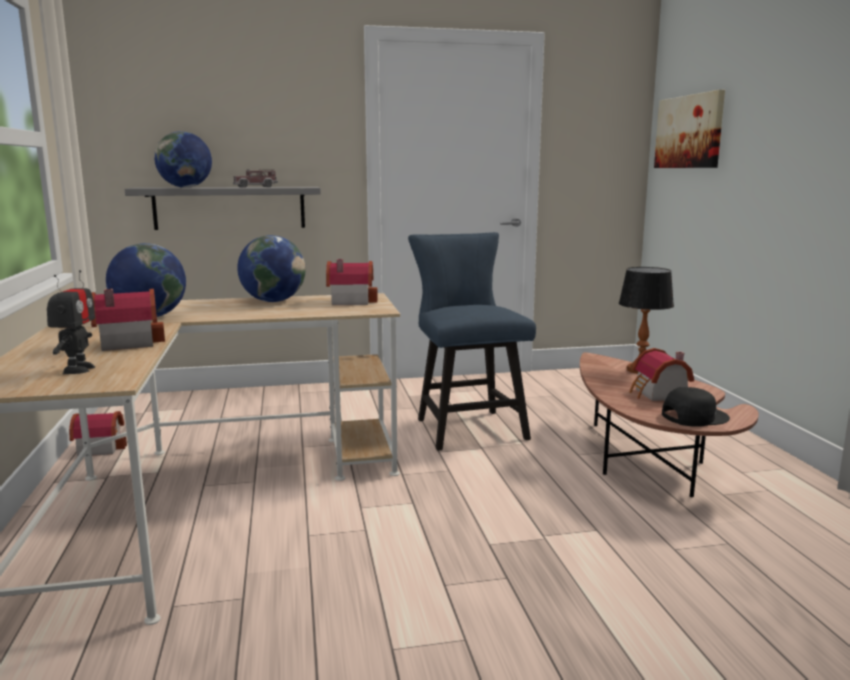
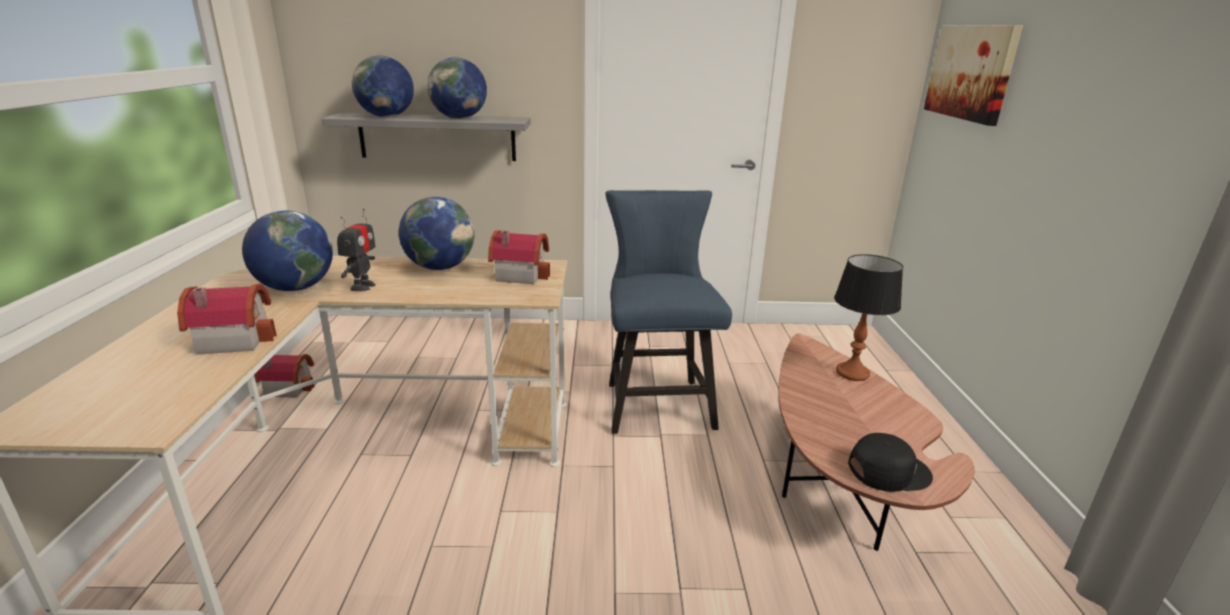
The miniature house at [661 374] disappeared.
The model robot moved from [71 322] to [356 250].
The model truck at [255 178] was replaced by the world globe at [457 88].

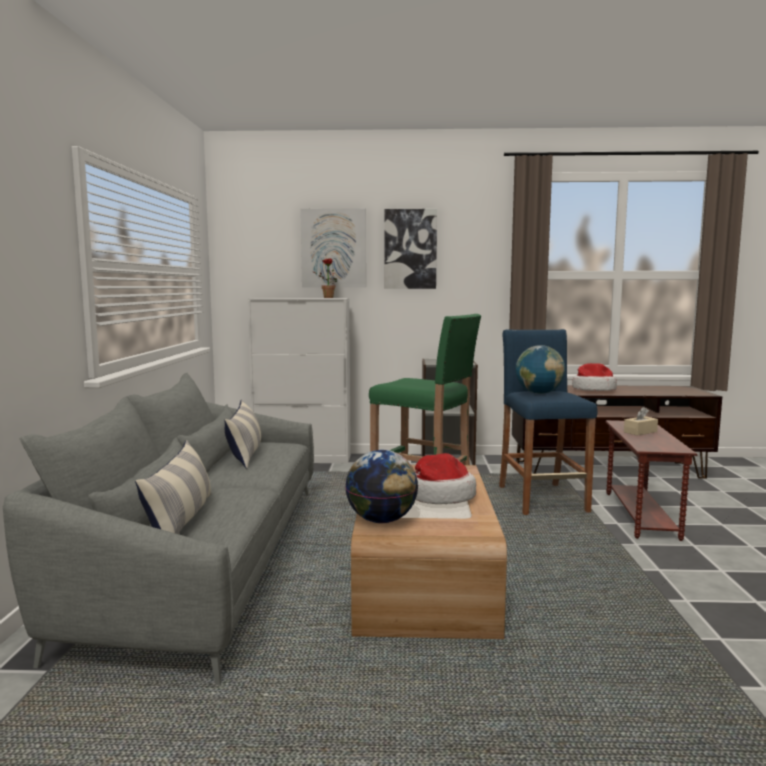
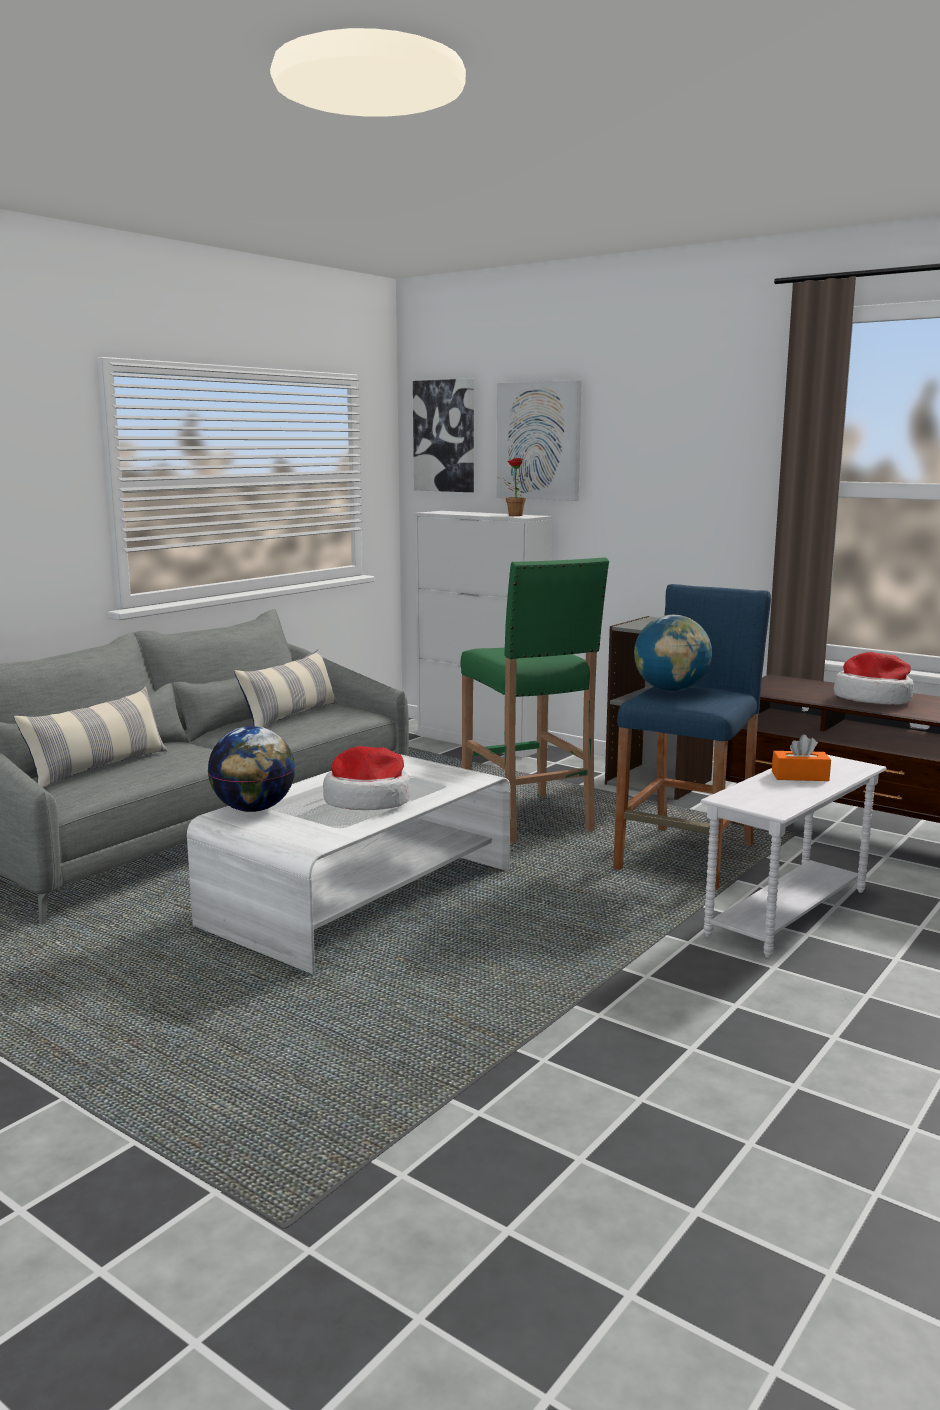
The wall picture moved from [410 249] to [443 435].
The lounge table in brownish at [429 552] became the lounge table in white-coloured at [348 864].
The accent table in brownish at [651 480] became the accent table in white-coloured at [793 856].
The box of tissues in beige-coloured at [641 421] became the box of tissues in orange-coloured at [801 758].

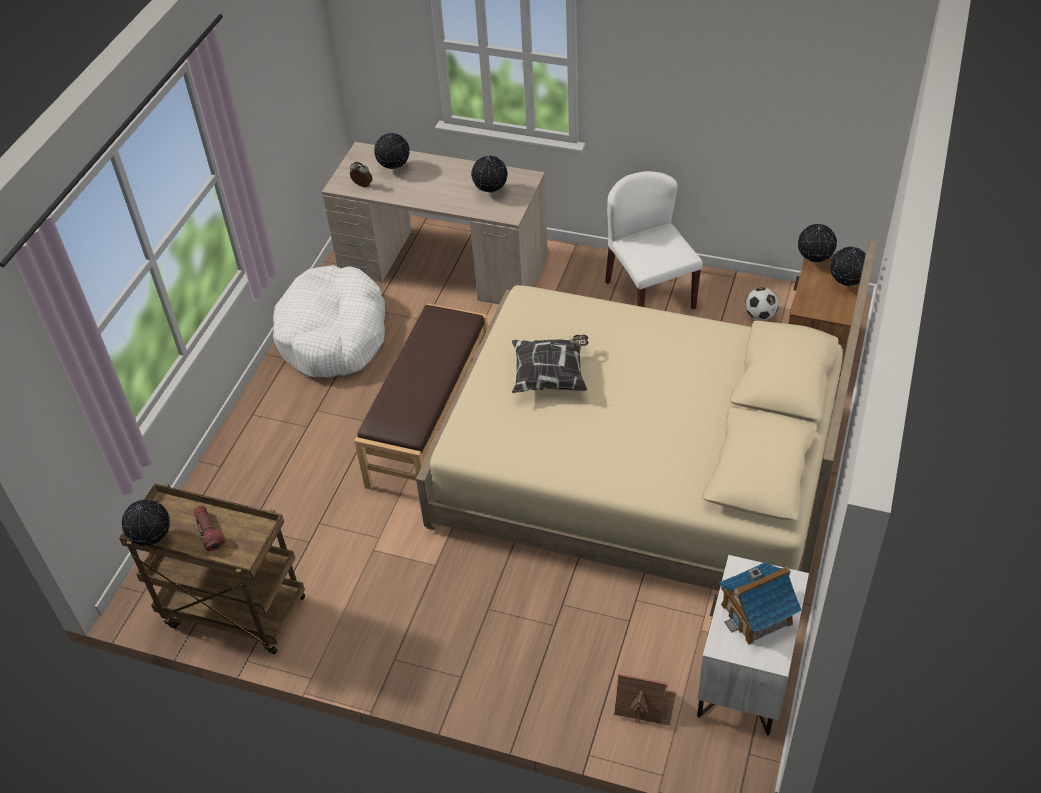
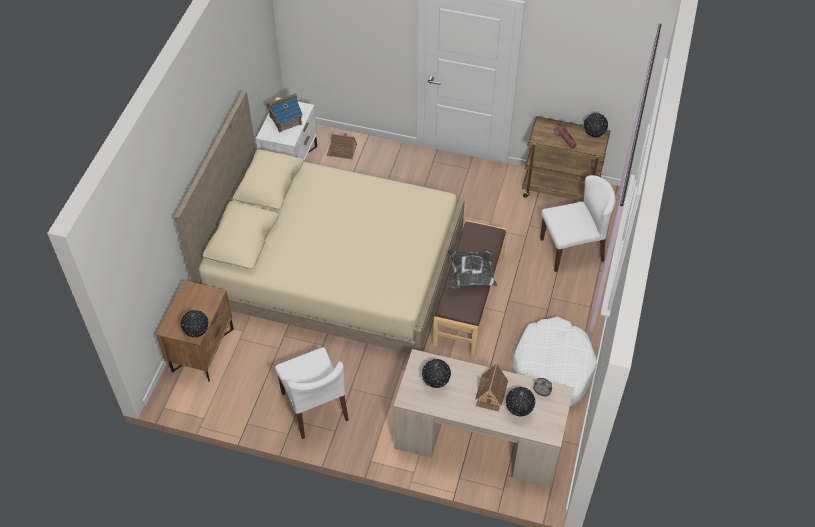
The ball for football at [762 303] disappeared.
The world globe at [848 266] disappeared.
The miniature house at [491 387] appeared.
The upright chair in white-coloured at [578 223] appeared.
The throw pillow moved from [550 364] to [473 269].

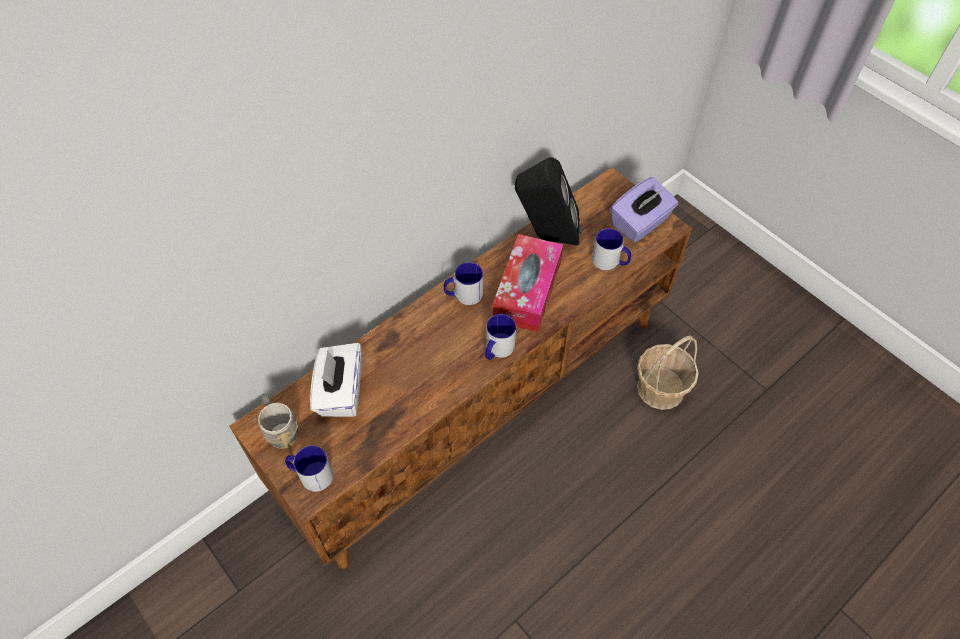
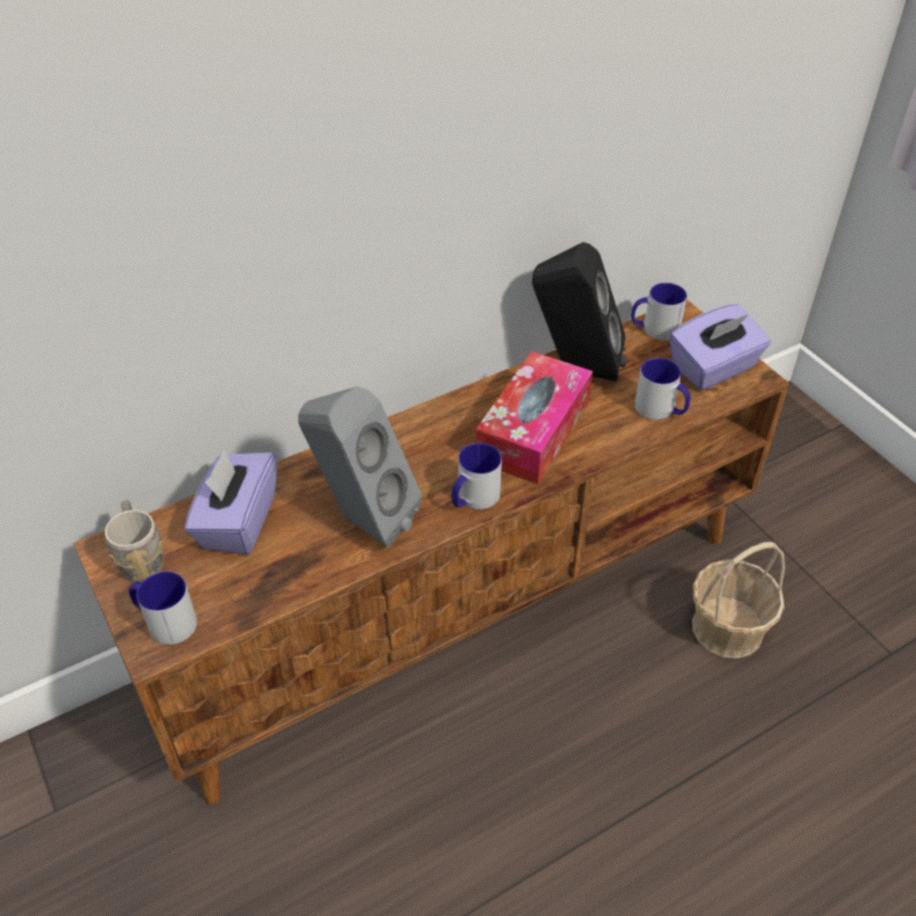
The loudspeaker in grey at [360 466] appeared.
The mug moved from [463 283] to [659 312].
The box of tissues in white-coloured at [336 380] became the box of tissues in purple at [230 502].

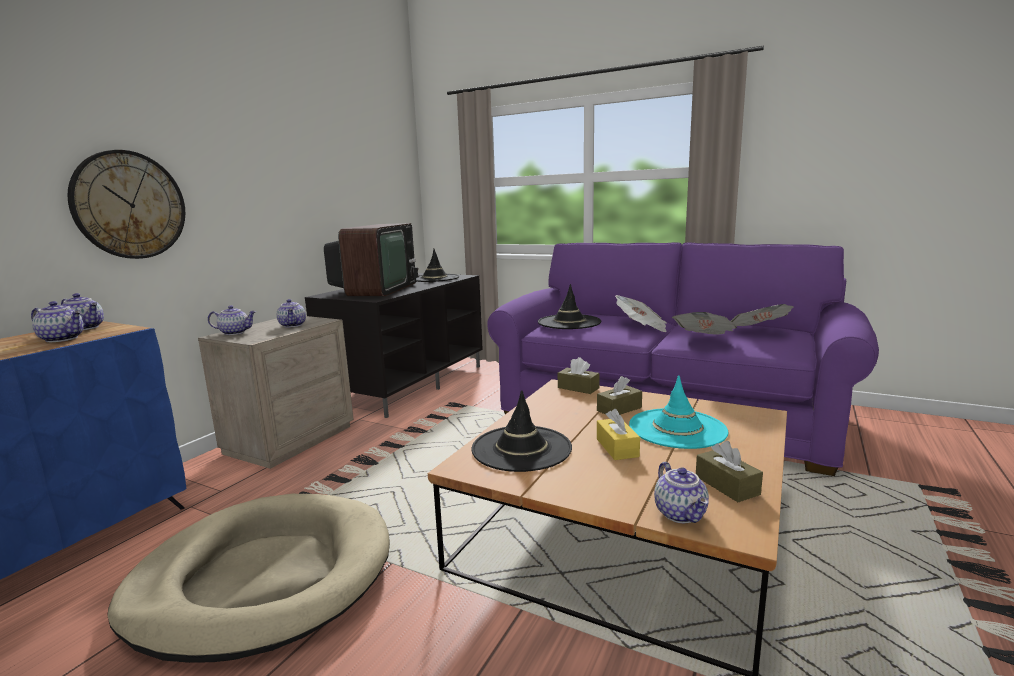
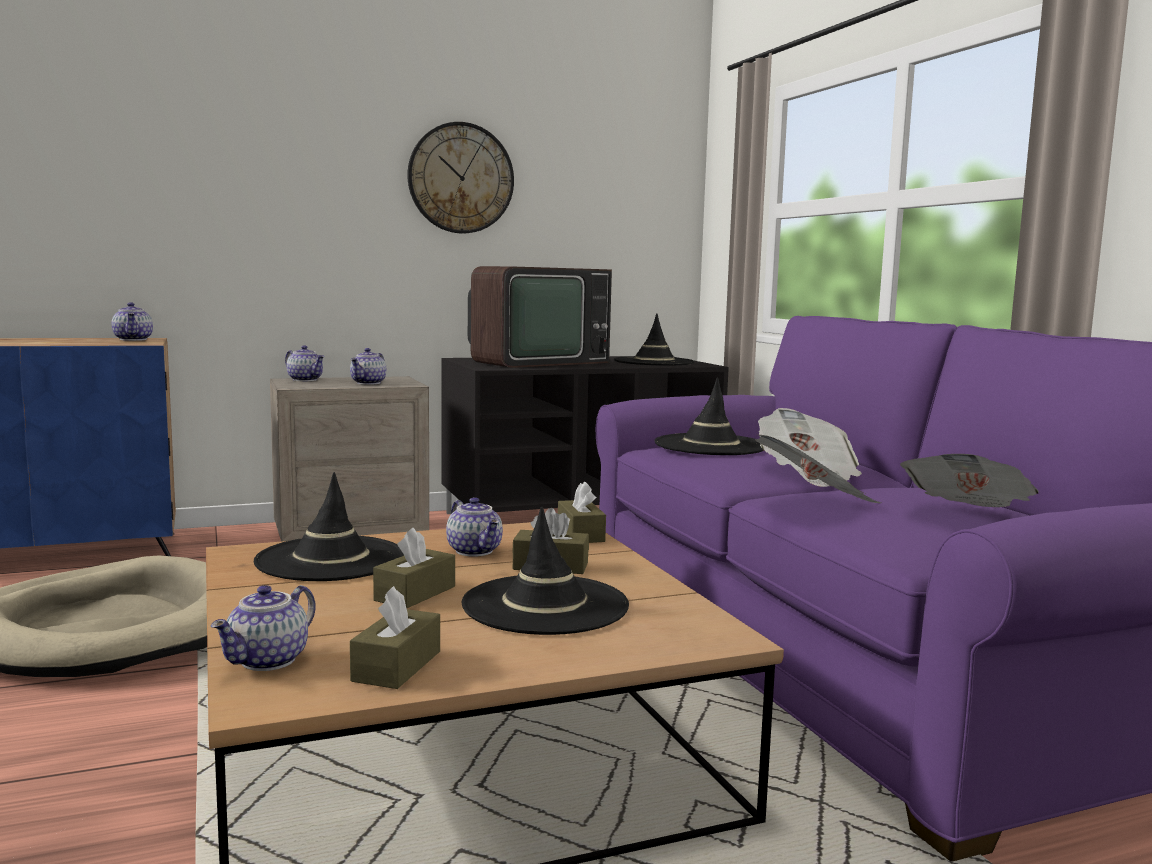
The tea pot moved from [57 321] to [474 527].
The hanging clock moved from [126 204] to [461 177].
The box of tissues in yellowish at [618 434] became the box of tissues in brownish at [414 568].
The hat in turquoise at [678 412] became the hat in black-coloured at [545 571].

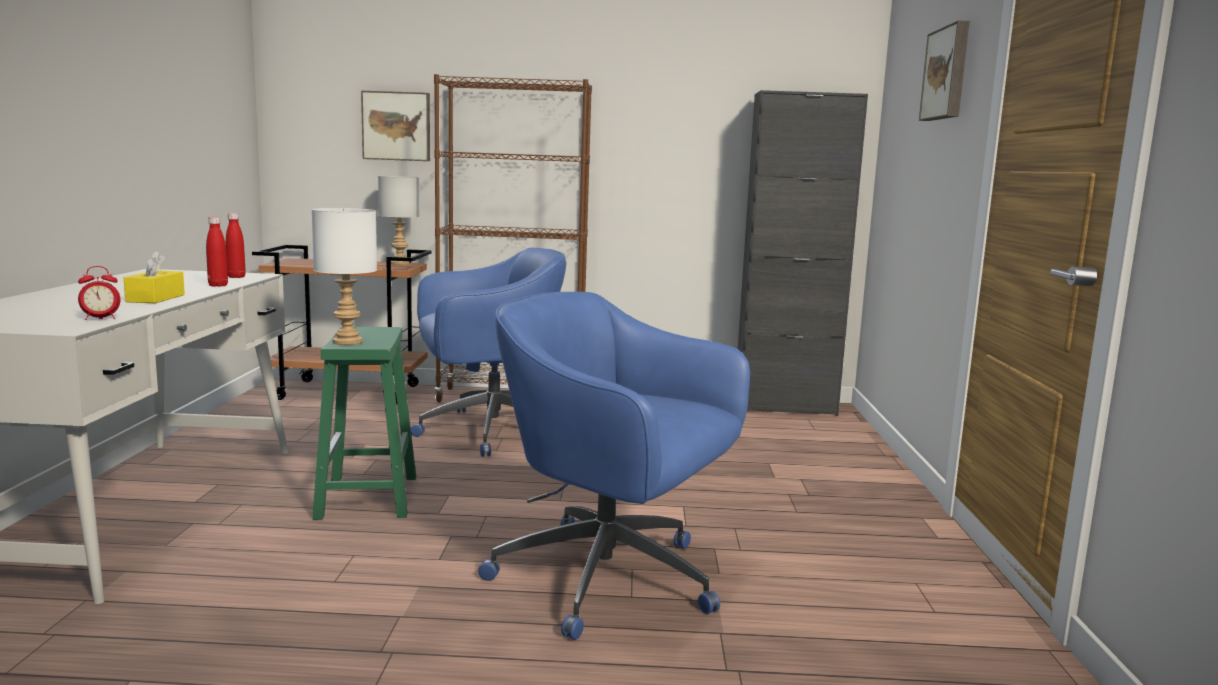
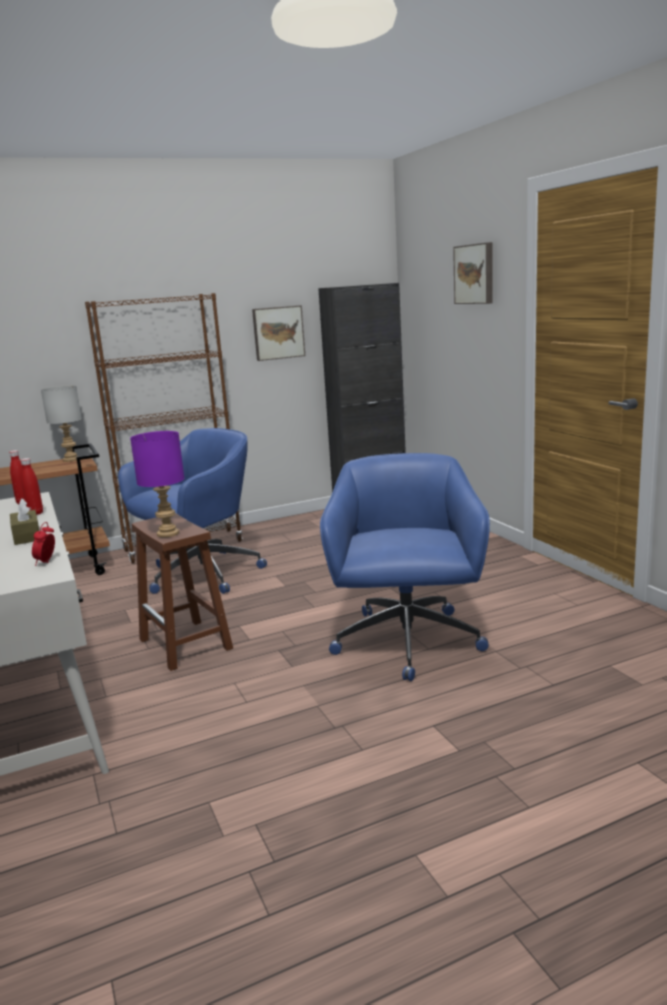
The wall picture moved from [395 126] to [278 333].
The box of tissues in yellowish at [154 277] became the box of tissues in brownish at [24 521].
The lamp for a table in white-coloured at [344 276] became the lamp for a table in purple at [157 484].
The sitting stool in green-coloured at [364 423] became the sitting stool in brownish at [182 592].
The alarm clock at [99 293] turned 150 degrees clockwise.
The computer chair in blue-coloured at [614 466] turned 90 degrees clockwise.

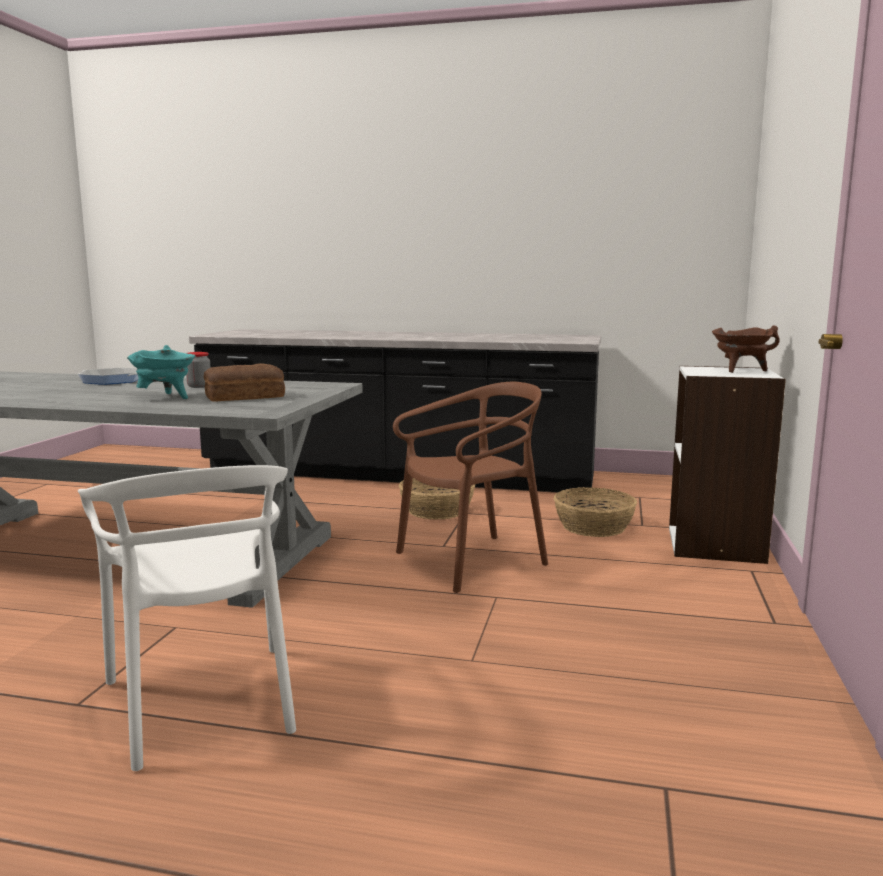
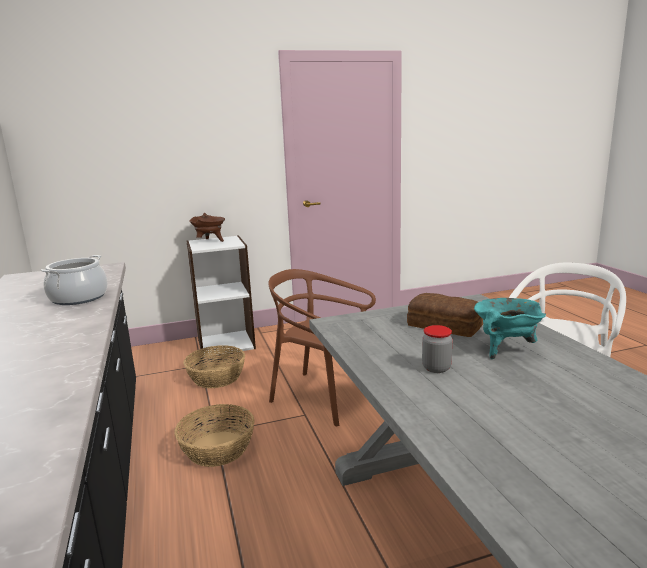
The pan at [108 376] disappeared.
The saucepot at [74 280] appeared.

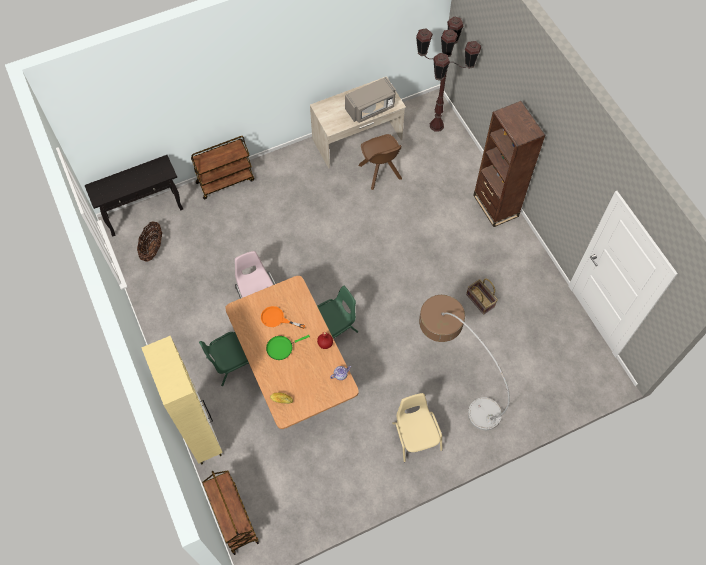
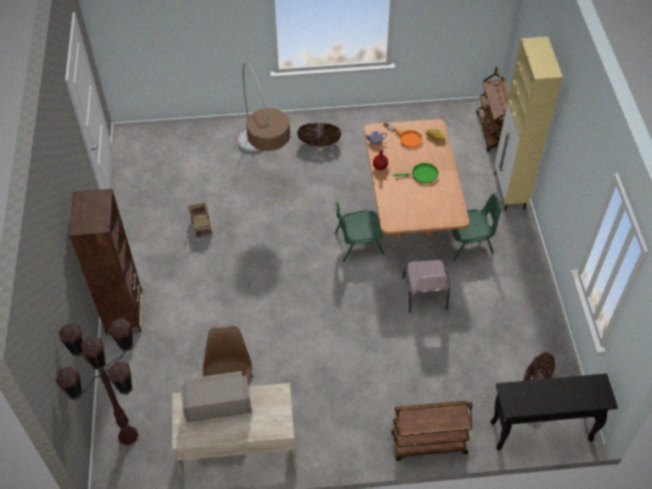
The pan in orange-coloured moved from [283 317] to [402 135].
The upright chair in beige-coloured at [417 427] was replaced by the storage basket at [319 134].

